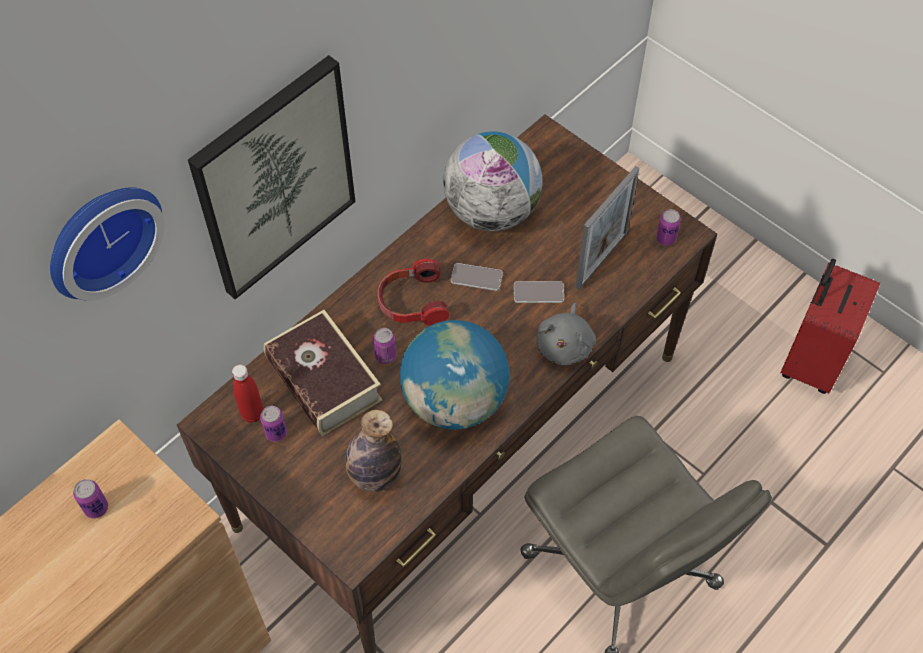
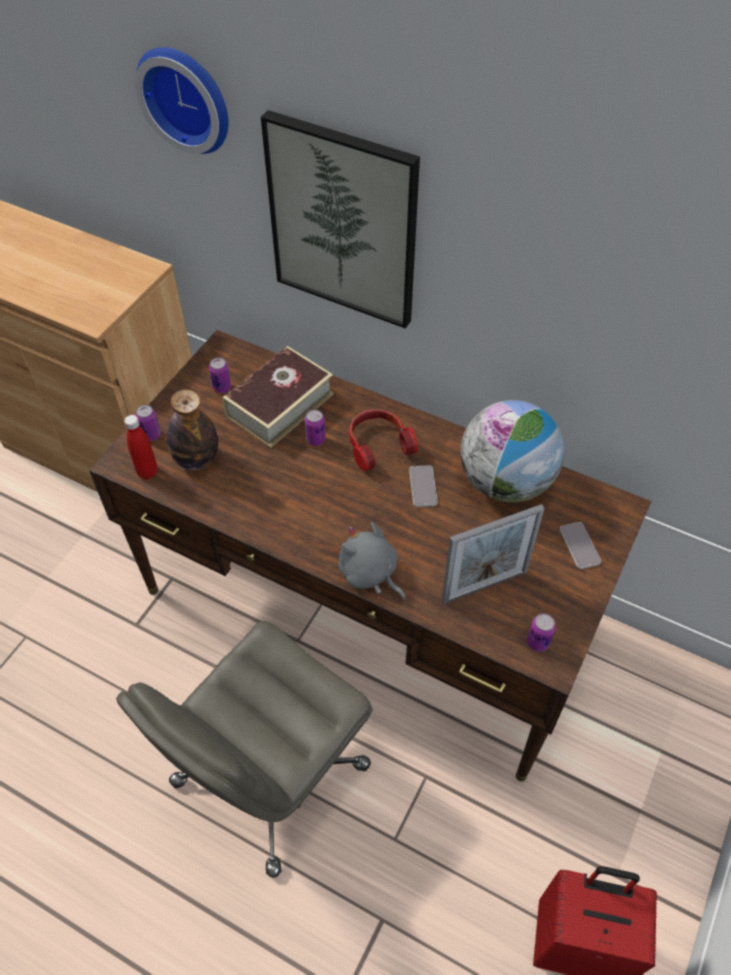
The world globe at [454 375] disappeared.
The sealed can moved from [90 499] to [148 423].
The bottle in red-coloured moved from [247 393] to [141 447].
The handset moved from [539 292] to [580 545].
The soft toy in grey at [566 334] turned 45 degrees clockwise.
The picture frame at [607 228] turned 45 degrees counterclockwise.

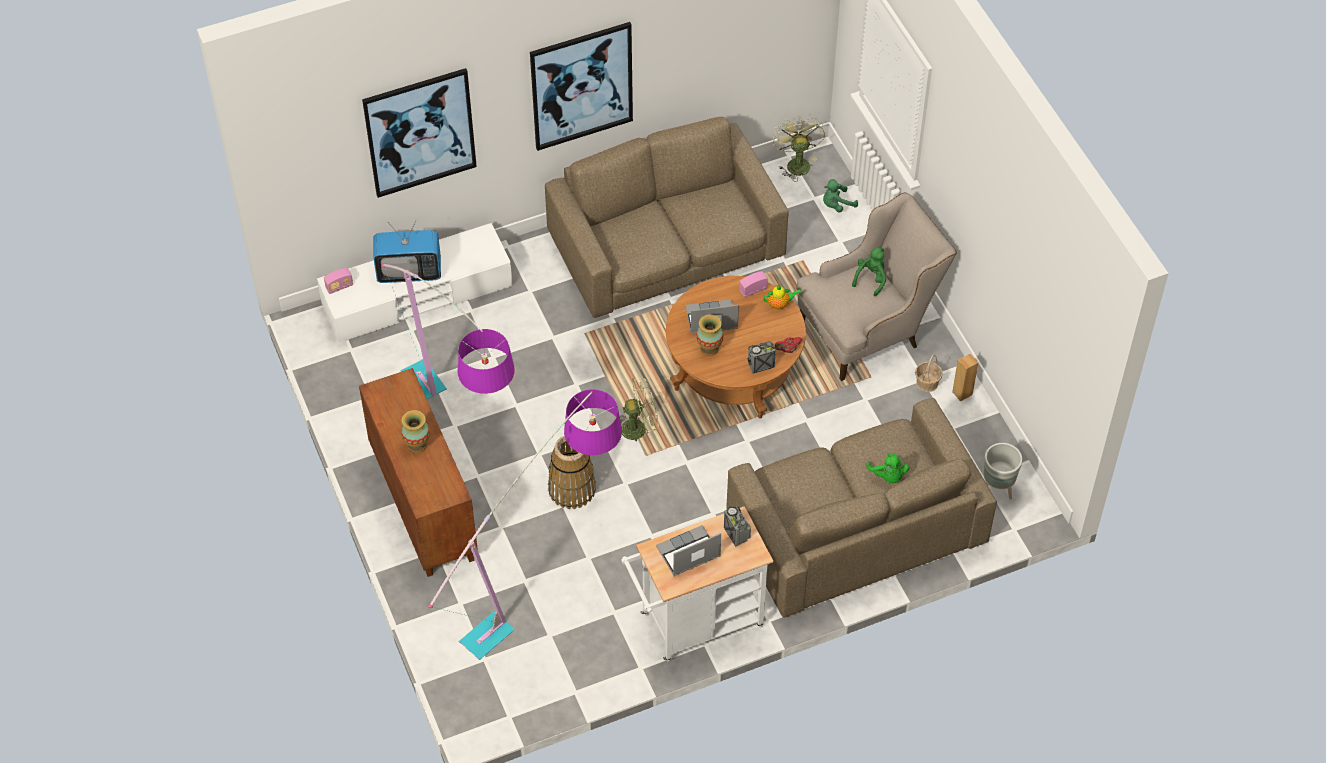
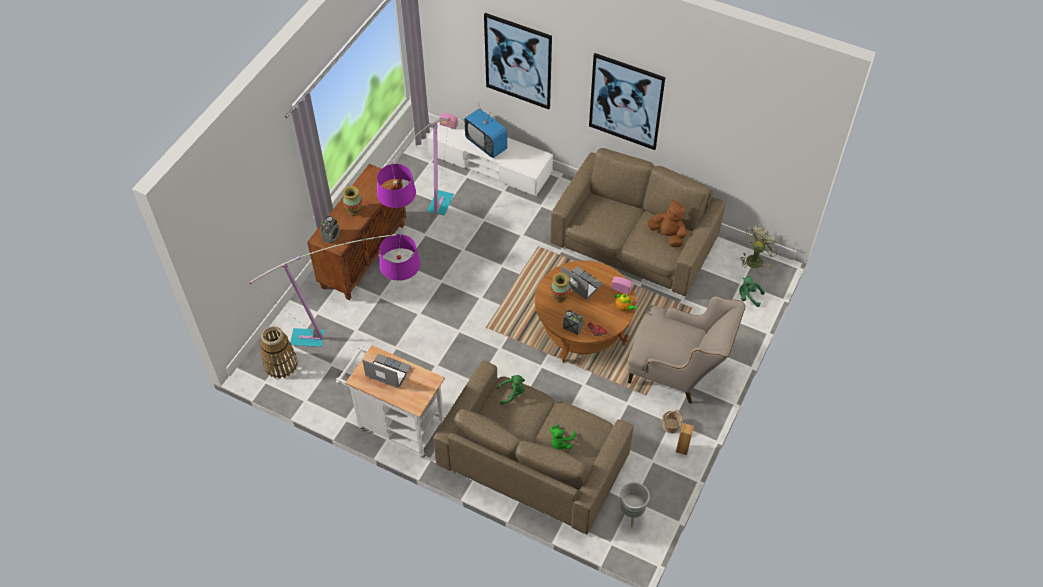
The fan in green-coloured at [639 409] disappeared.
The soft toy in brownish at [667 223] appeared.
The storage basket moved from [572 472] to [279 352].
The radio receiver moved from [737 526] to [330 230].
The soft toy in green-coloured moved from [869 271] to [510 390].

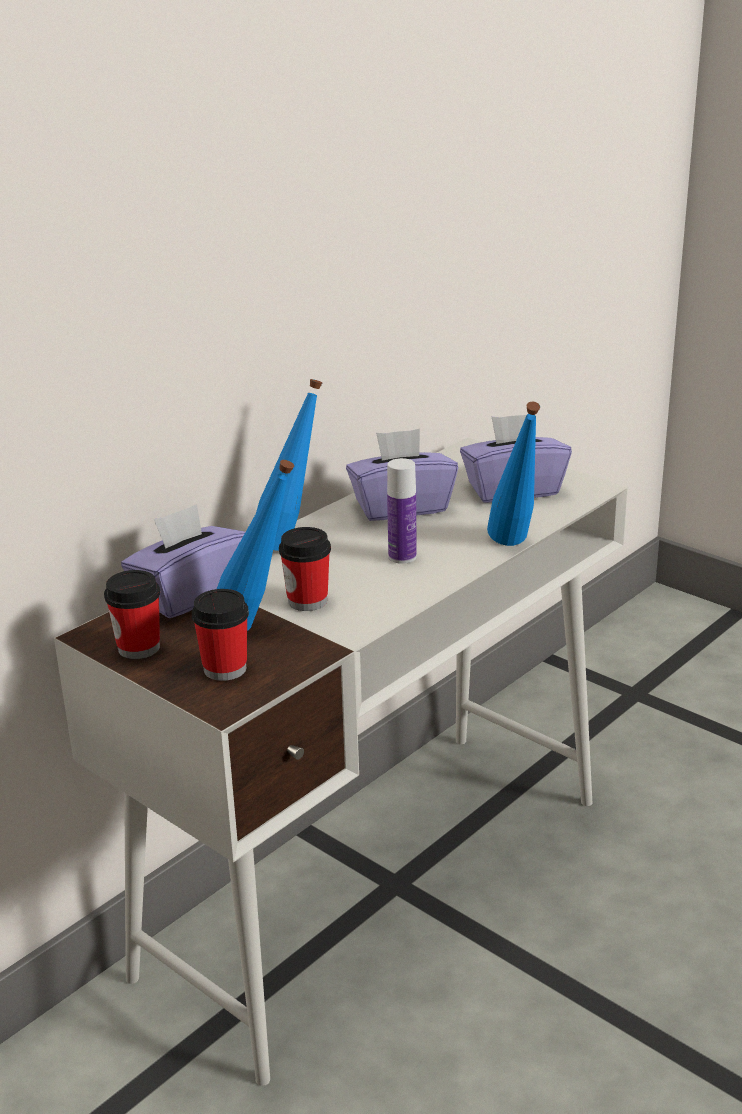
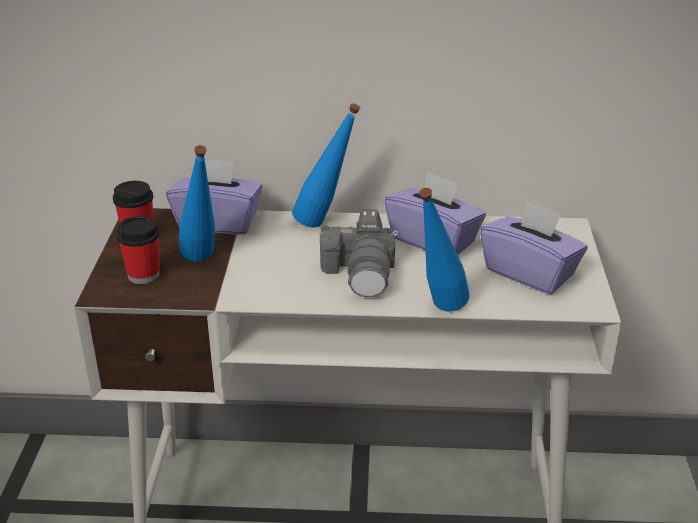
The cup at [305 569] disappeared.
The bottle at [402 511] was replaced by the photo camera at [358 253].

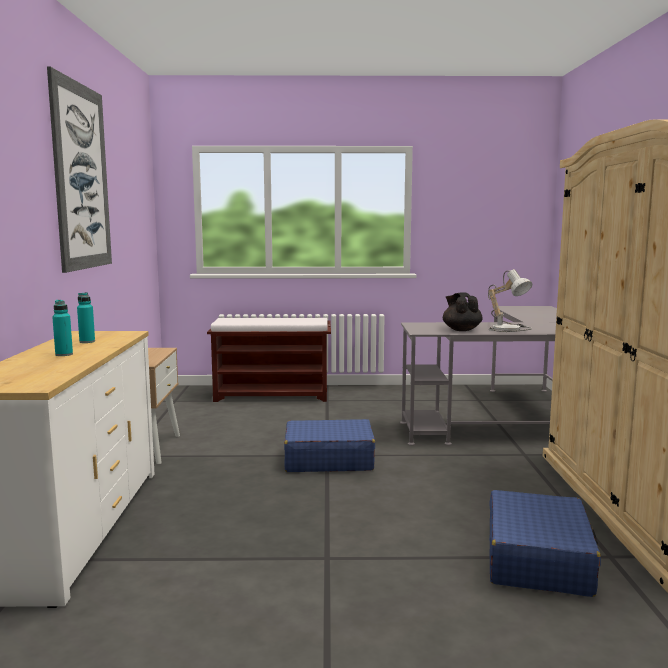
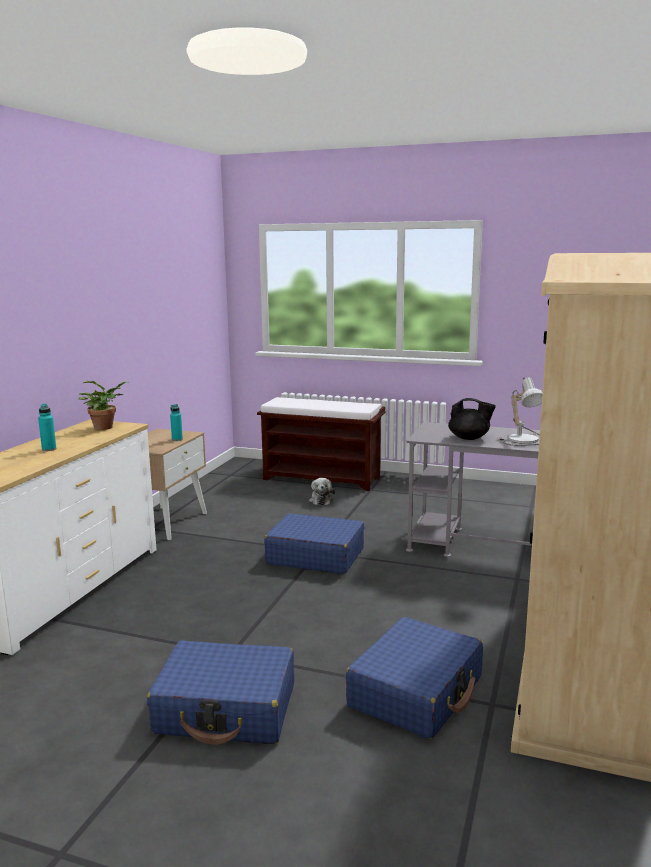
The wall picture at [79 170] disappeared.
The houseplant at [103 405] appeared.
The piece of luggage in blue-coloured at [220 692] appeared.
The soft toy at [322 491] appeared.
The bottle in turquoise moved from [86 317] to [176 422].
The tea pot in black-coloured at [463 311] turned 105 degrees clockwise.

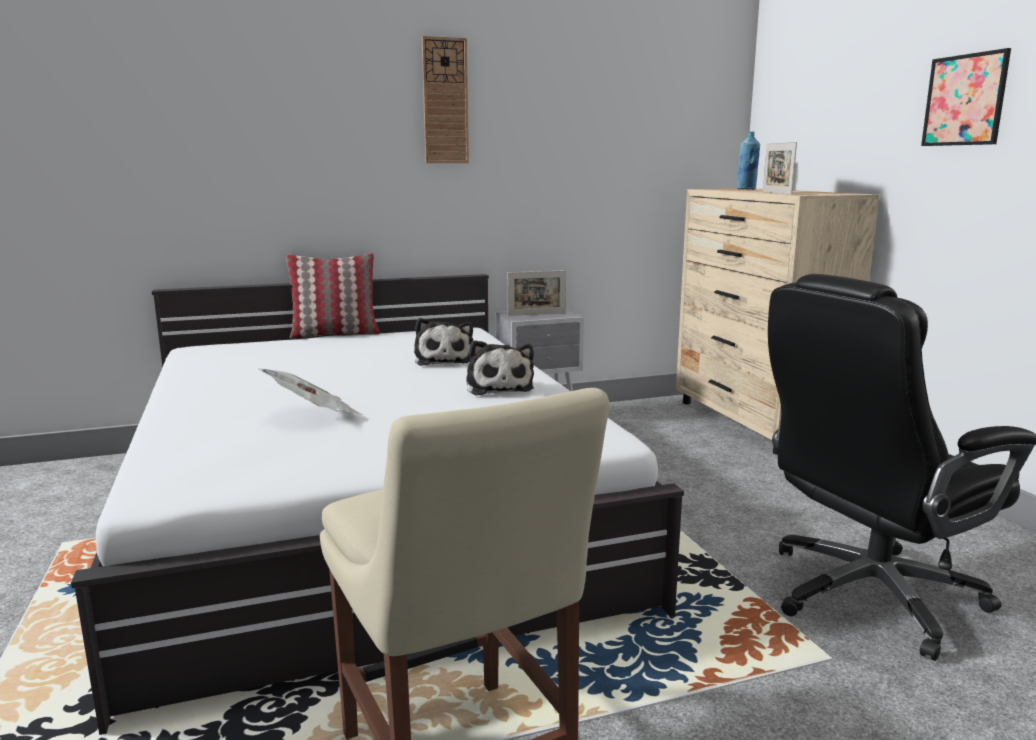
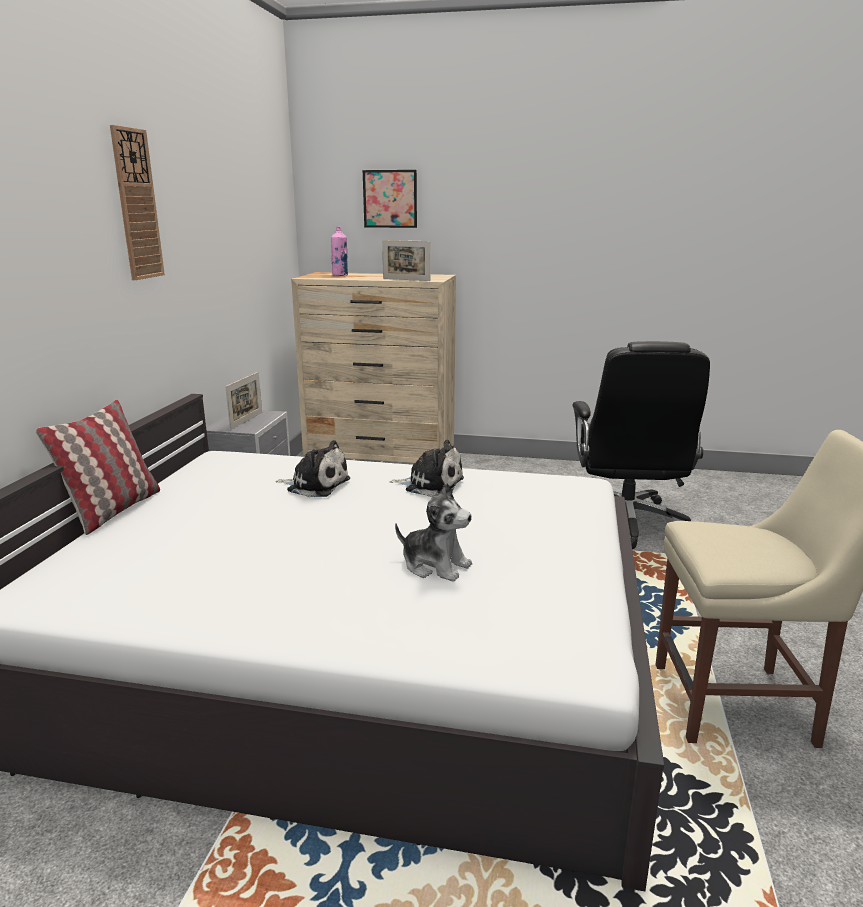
The wall picture moved from [966 97] to [390 199].
The newspaper at [311 392] was replaced by the soft toy at [433 532].
The bottle in blue-coloured at [748 161] became the bottle in pinkish at [339 251].

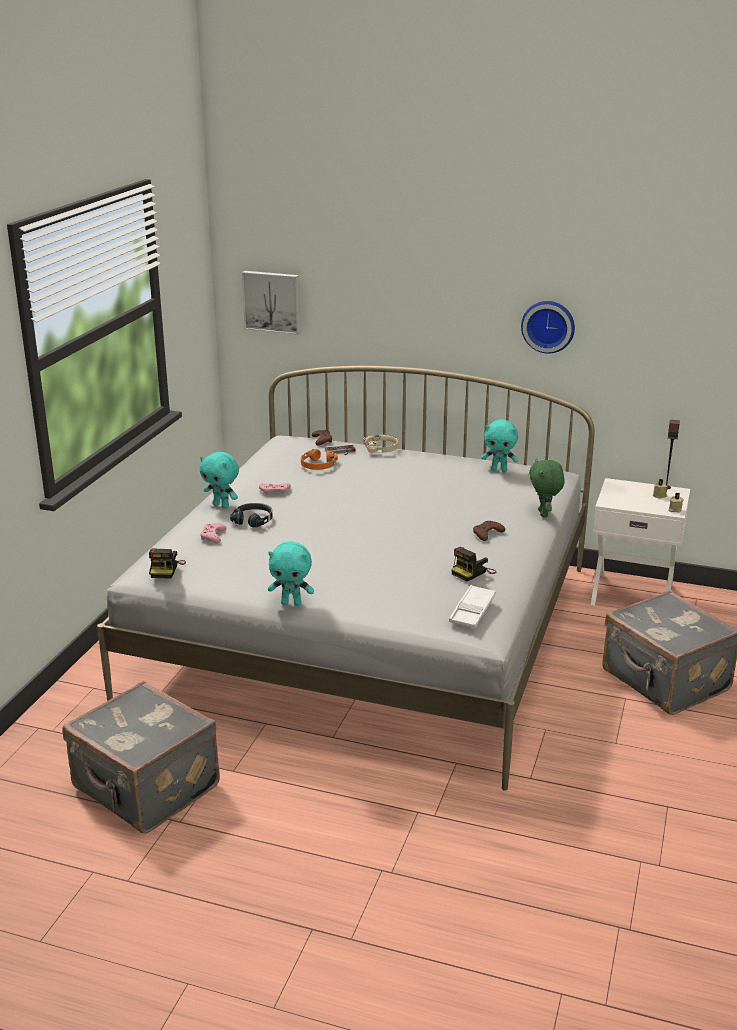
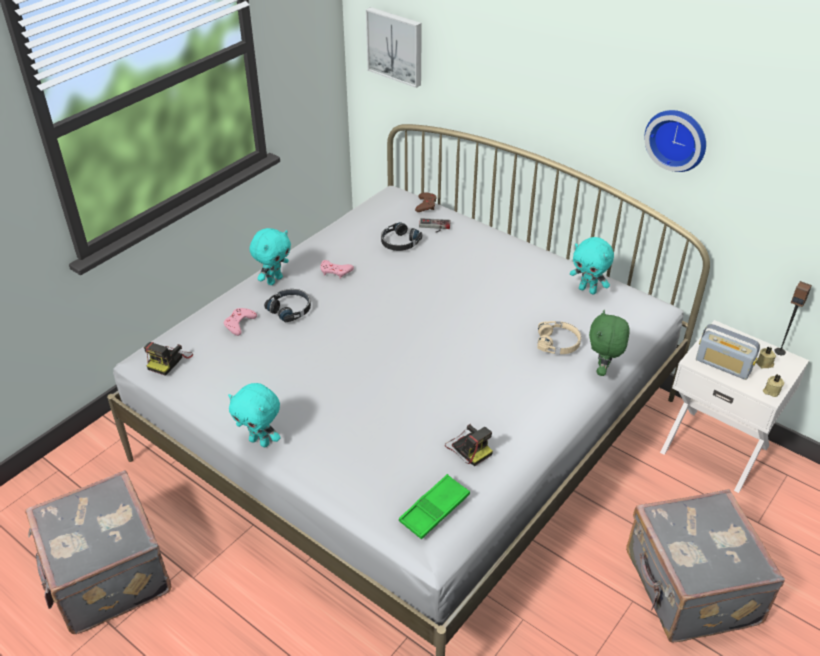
The joypad in brownish at [489 531] disappeared.
The radio receiver at [728 352] appeared.
The pair of headphones in beige-coloured moved from [381 444] to [559 337].
The pair of headphones in orange-coloured at [319 459] became the pair of headphones in black-coloured at [401 236].
The carrying tray in white-coloured at [472 606] became the carrying tray in green-coloured at [434 506].
The soft toy in turquoise at [219 480] turned 105 degrees counterclockwise.
The photo camera at [474 564] turned 105 degrees counterclockwise.

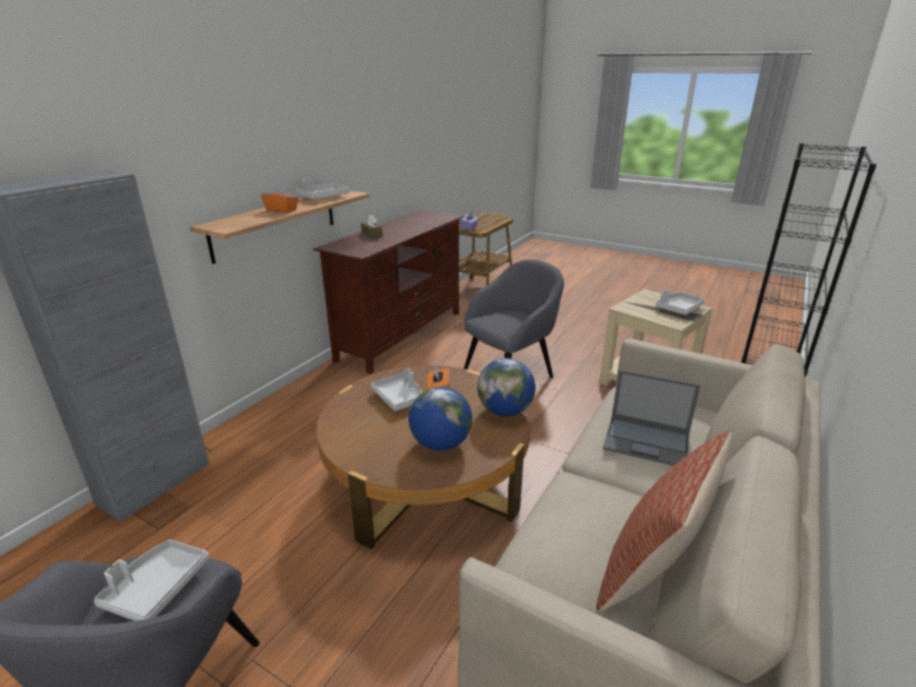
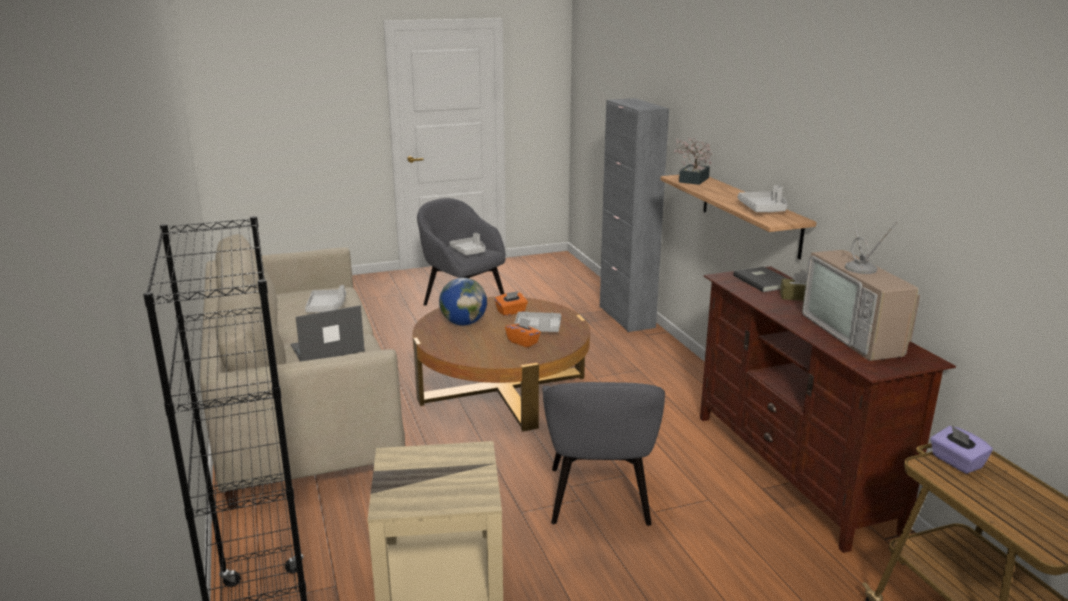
The world globe at [506 387] disappeared.
The throw pillow at [664 521] disappeared.
The houseplant at [693 161] appeared.
The volume in grey at [760 279] appeared.
The TV set at [861 281] appeared.
The box of tissues in orange-coloured moved from [280 198] to [511 303].
The carrying tray in grey moved from [680 302] to [325 298].

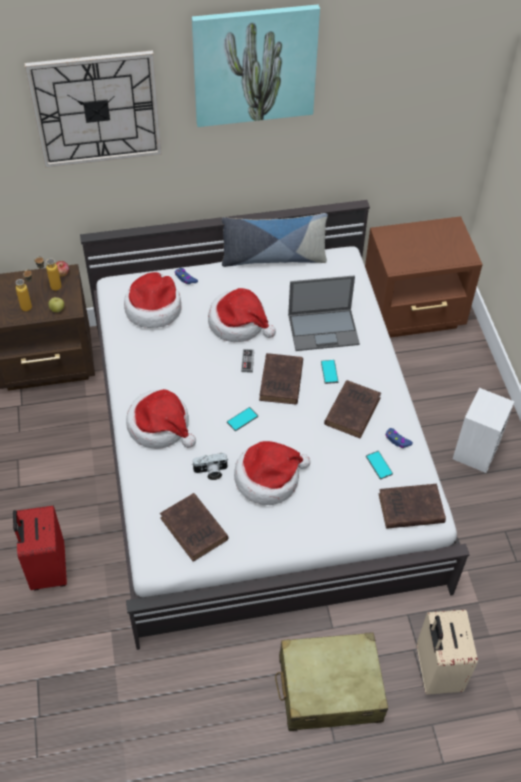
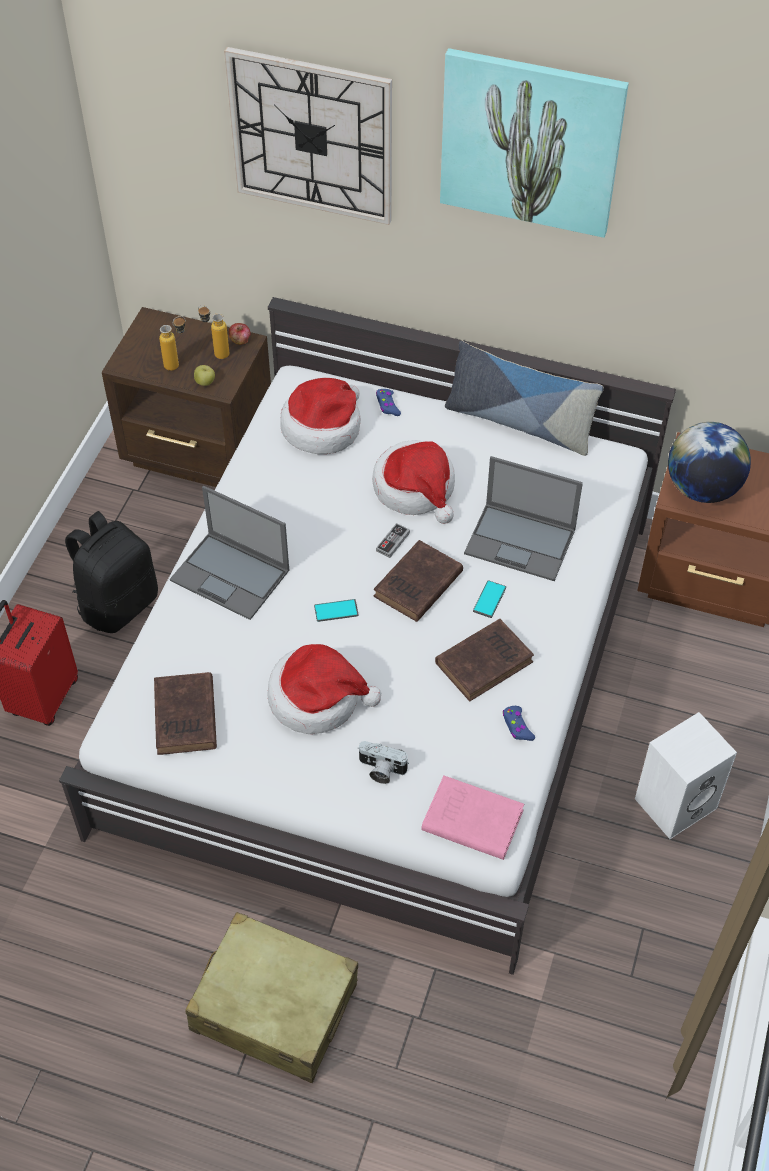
The handset at [379 465] disappeared.
The piece of luggage in beige-coloured at [447 652] disappeared.
The backpack in black-coloured at [111 572] appeared.
The world globe at [709 462] appeared.
The photo camera moved from [210 466] to [383 762].
The hat at [161 419] was replaced by the portable computer at [229 553].
The volume in brownish at [412 506] became the volume in pinkish at [472 818].

